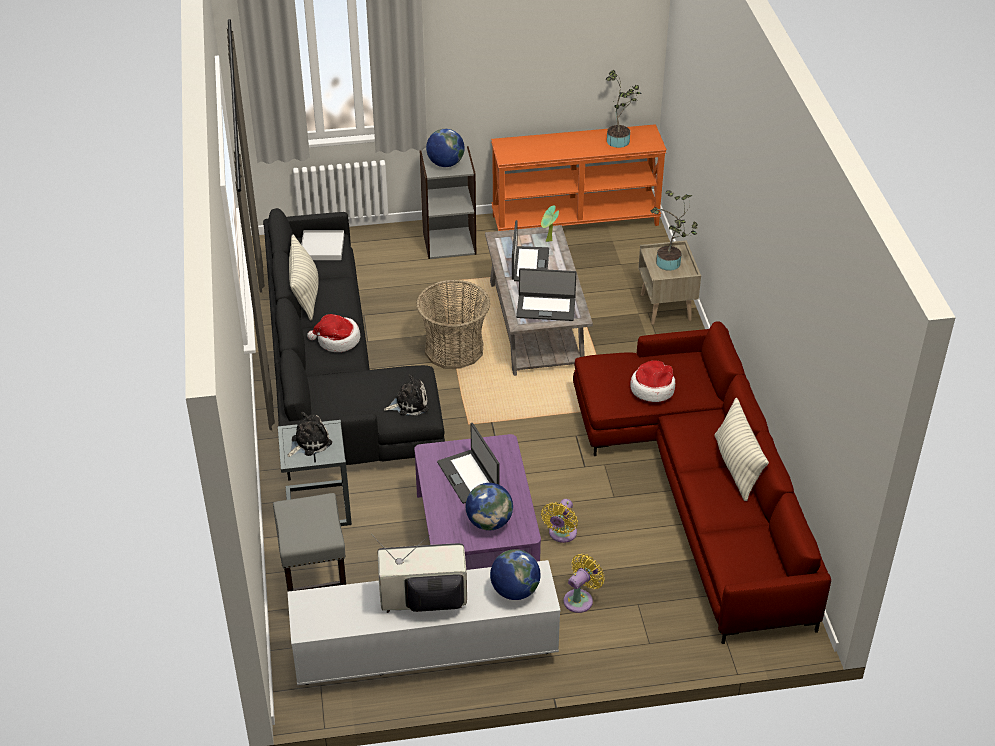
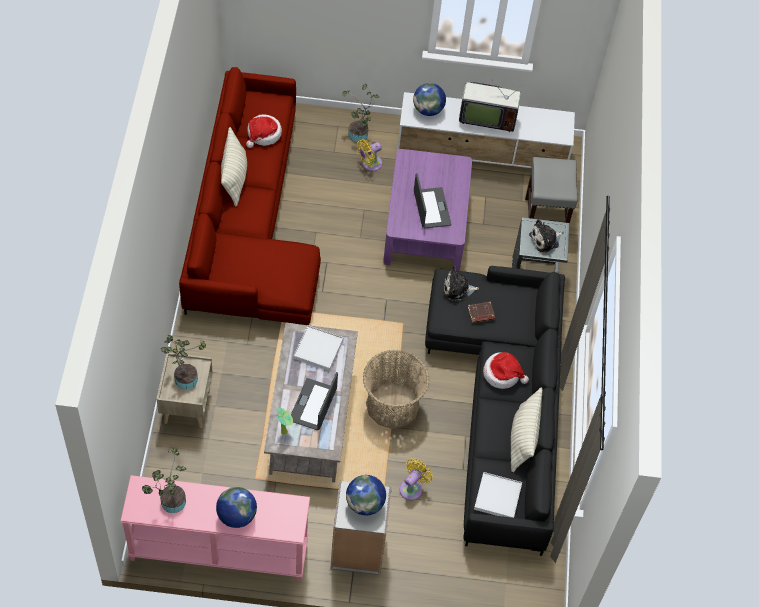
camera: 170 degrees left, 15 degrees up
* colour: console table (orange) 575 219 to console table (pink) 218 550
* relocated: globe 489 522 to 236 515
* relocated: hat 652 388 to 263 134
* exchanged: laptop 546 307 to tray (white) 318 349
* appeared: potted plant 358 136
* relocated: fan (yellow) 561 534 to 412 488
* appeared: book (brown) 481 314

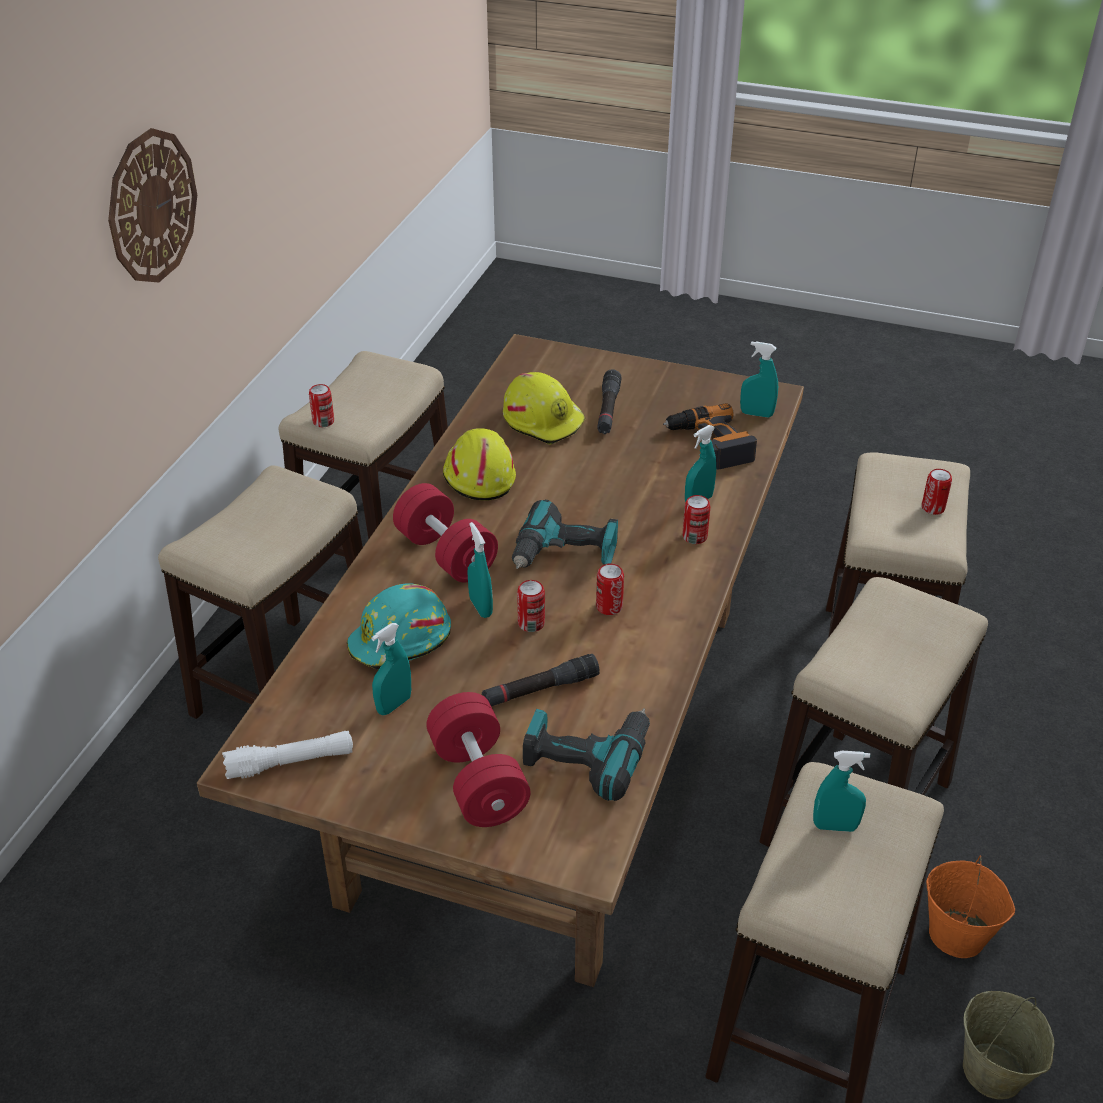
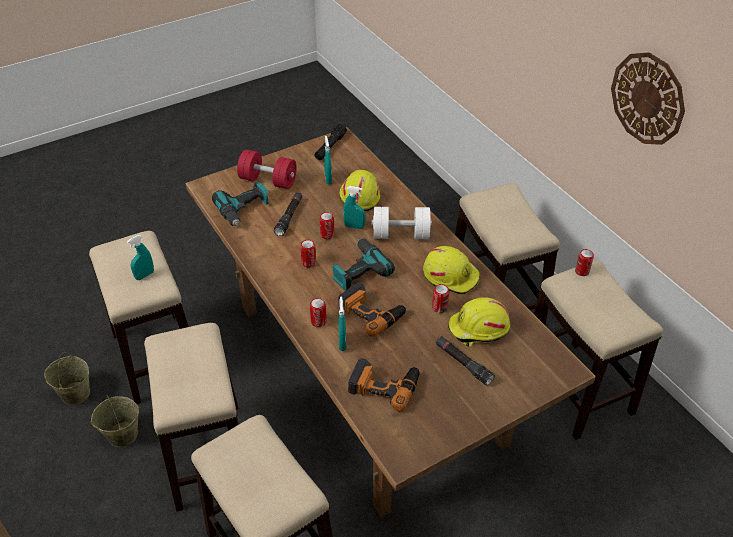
camera: 130 degrees right, 5 degrees up
* colour: bucket (orange) 958 935 to bucket (beige) 122 435
* colour: flashlight (white) 290 763 to flashlight (black) 330 147
* appeared: power drill 371 312
* colour: hard hat (turquoise) 401 643 to hard hat (yellow) 359 196
* colour: dumbbell (red) 446 554 to dumbbell (white) 401 234
* relocated: can 933 508 to 439 308
* missing: spray bottle (turquoise) 756 414

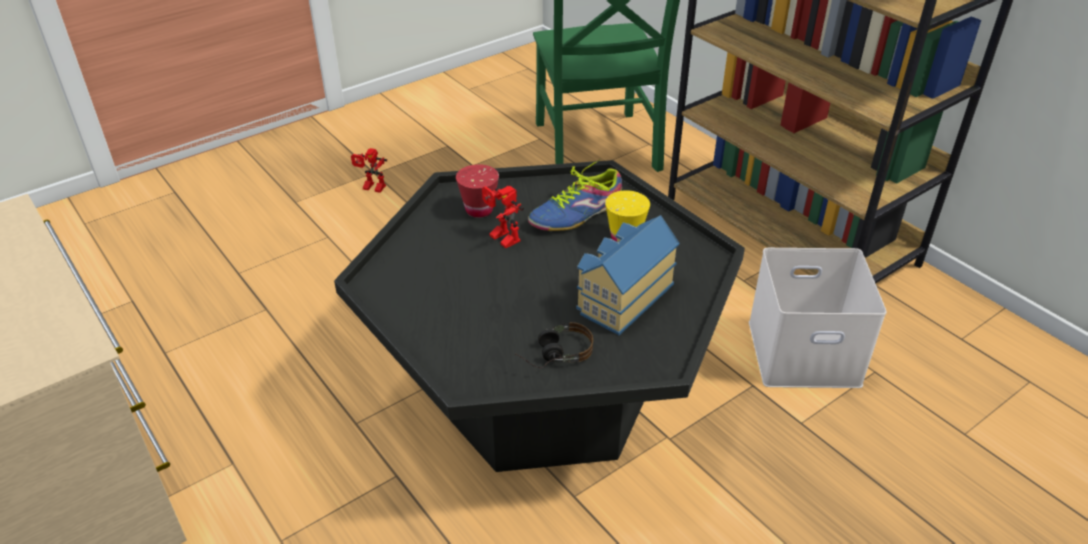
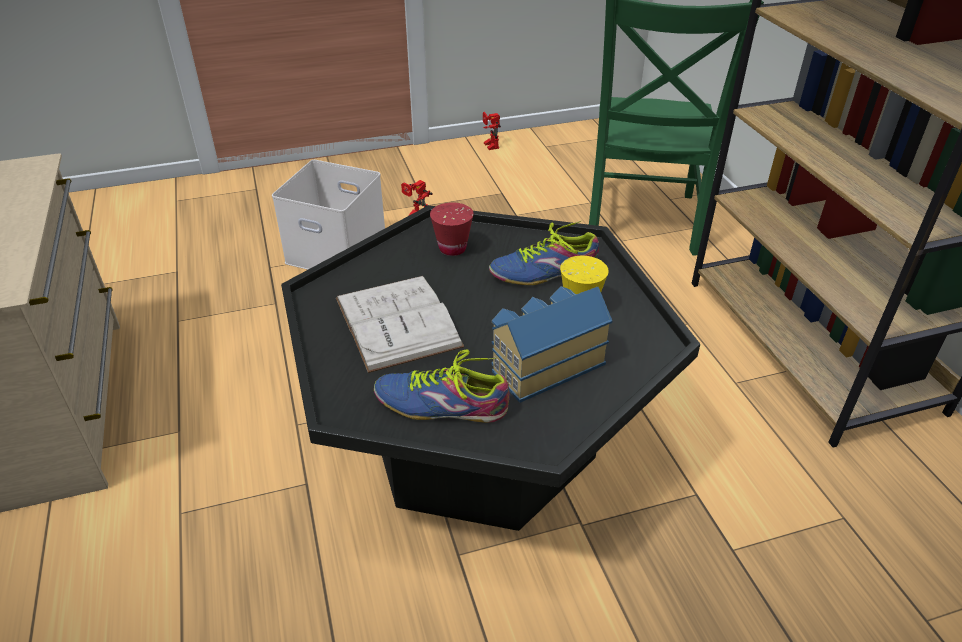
camera: 20 degrees right, 0 degrees up
* relocated: storage box (white) 805 351 to 339 250
* appeared: book (white) 397 322
* exchanged: headphones 552 355 to shoe 442 405
* relocated: toy robot 500 238 to 488 145

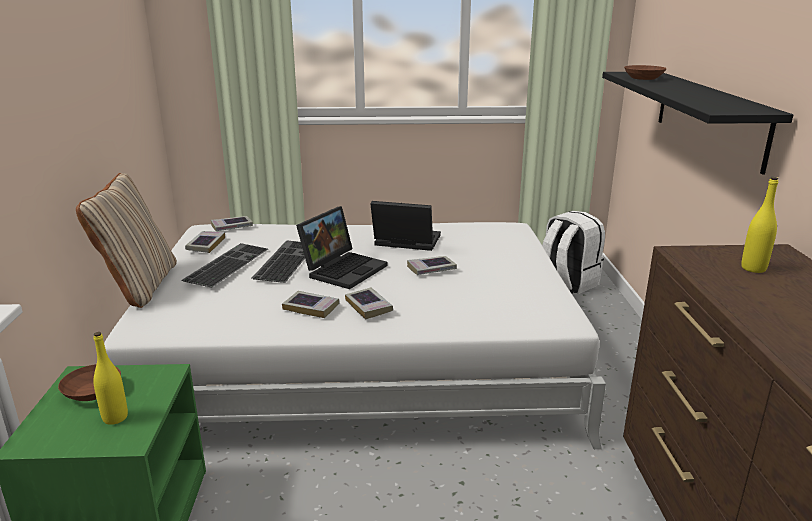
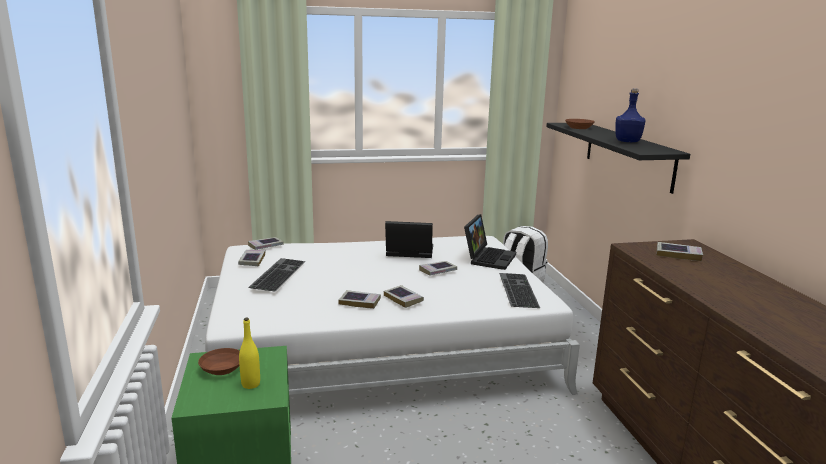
camera: 10 degrees left, 5 degrees down
* relocated: laptop 343 269 to 488 258
* relocated: keyboard 284 260 to 516 289
* appeared: bottle (blue) 627 141
* exchanged: bottle (yellow) 753 268 to book 678 254
* missing: pillow (beige) 139 286

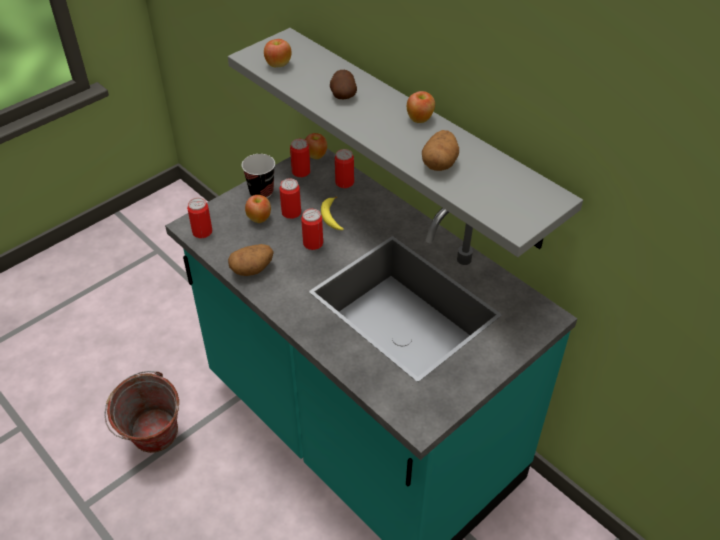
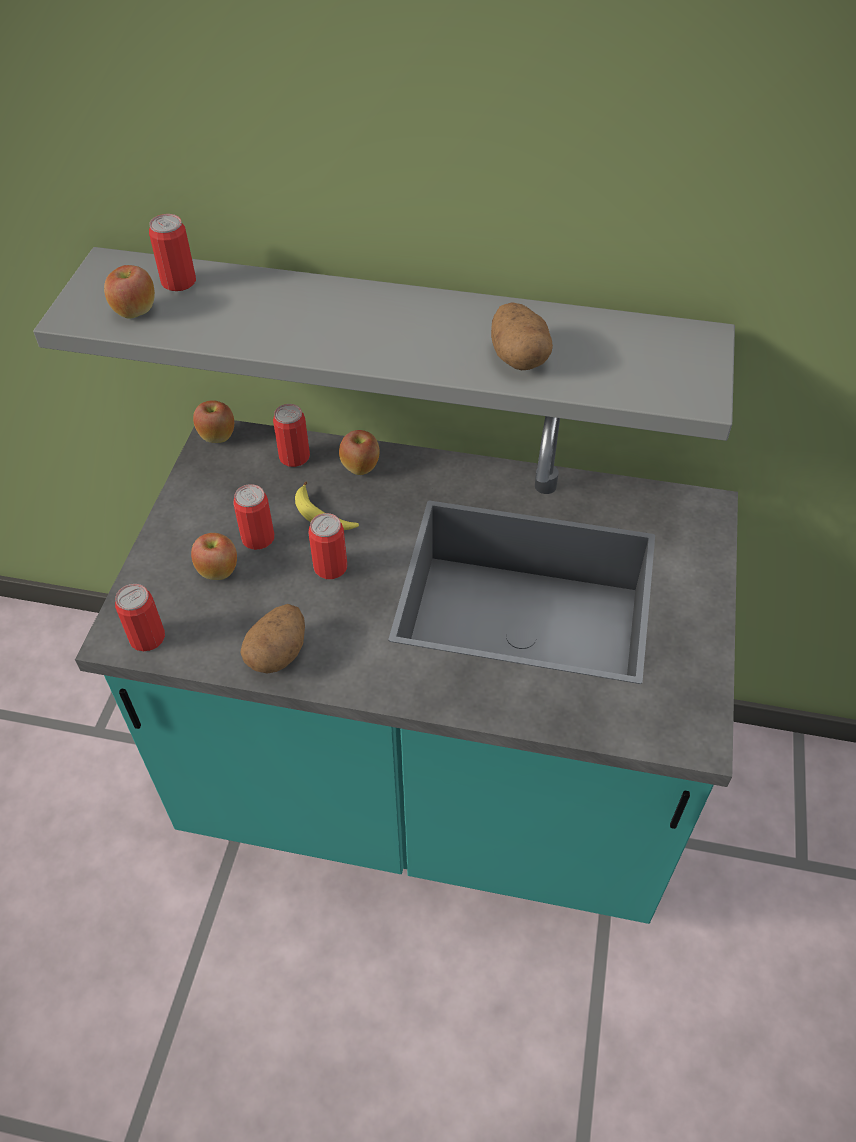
camera: 35 degrees left, 5 degrees up
* relocated: can 301 172 to 179 282
* relocated: apple 420 119 to 361 467
* missing: bucket 154 444
* missing: cup 261 192
* missing: potato 343 95

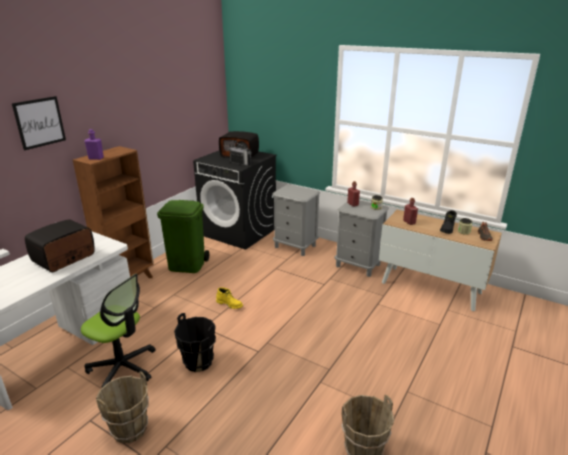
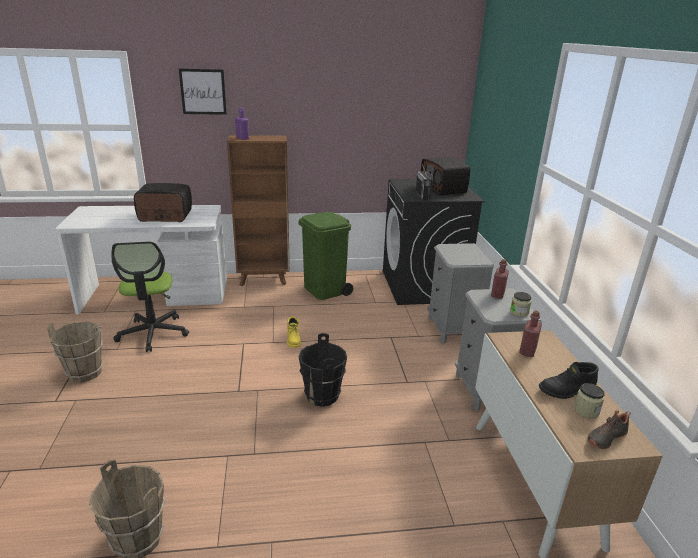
camera: 50 degrees right, 0 degrees up
* relocated: bucket (black) 198 362 to 322 396

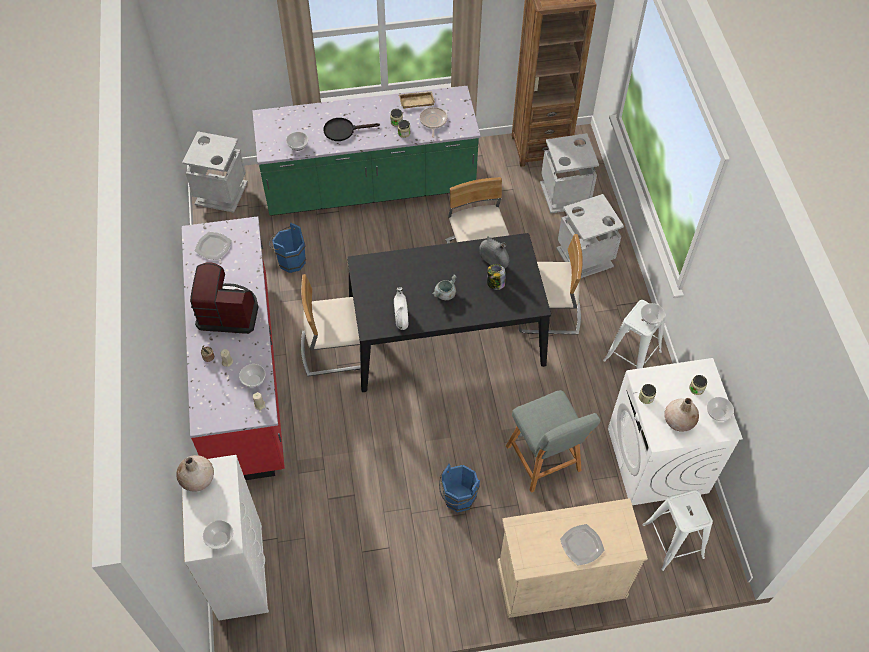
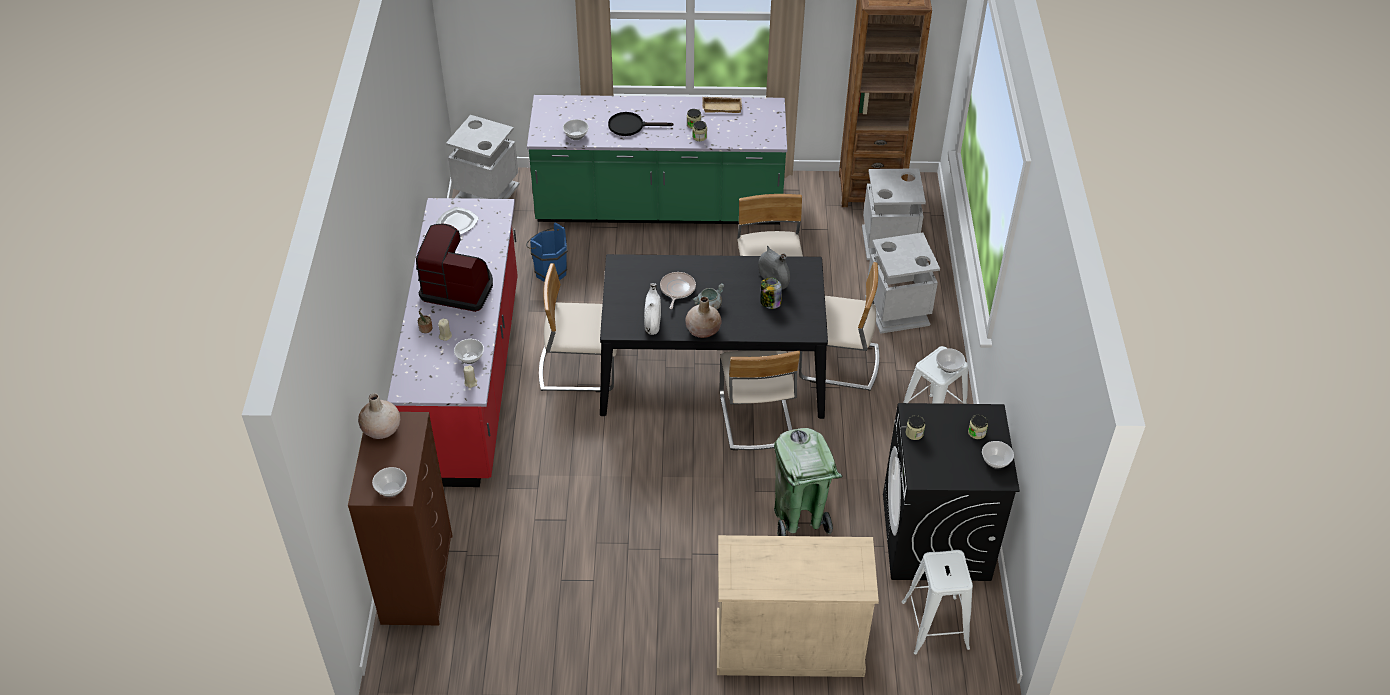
camera: 10 degrees right, 10 degrees down
* colour: dresser (white) 240 570 to dresser (brown) 417 578
* relocated: frying pan 433 121 to 677 289
* relocated: vase (beige) 679 421 to 703 330
* appeared: chair (beige) 755 418
* exchanged: stool (grey) 545 461 to trash can (green) 799 518
* colour: washing machine (white) 657 461 to washing machine (black) 936 537
* missing: bucket (blue) 458 500
* missing: plate 581 546

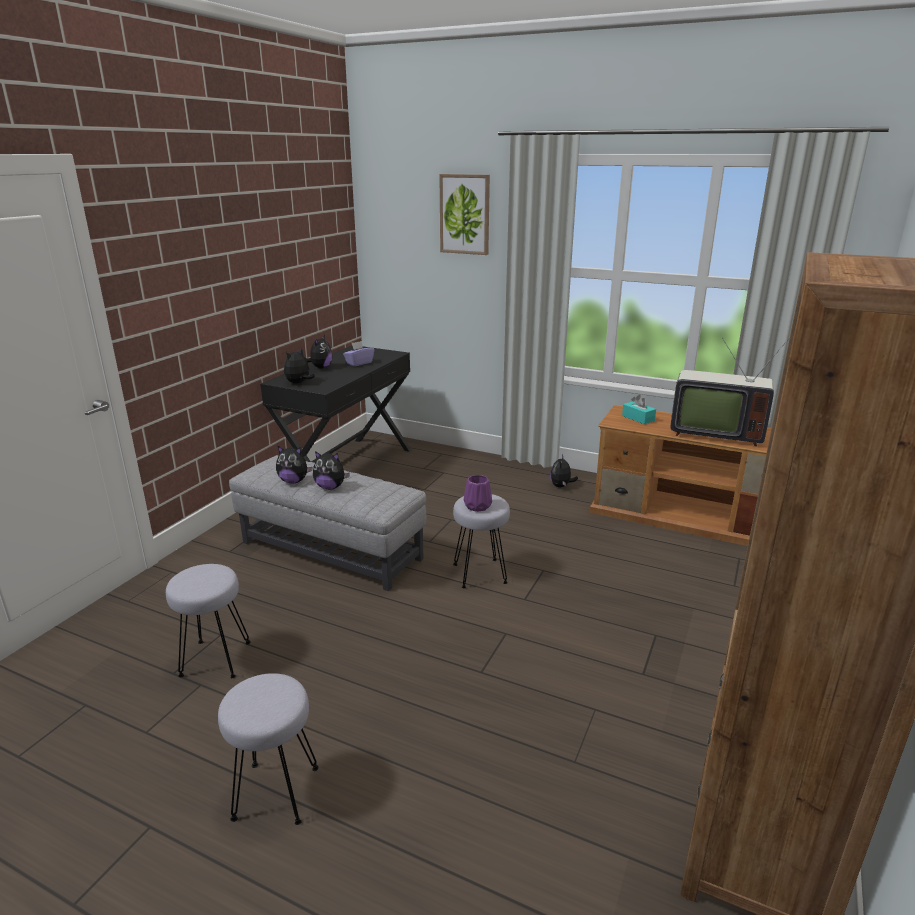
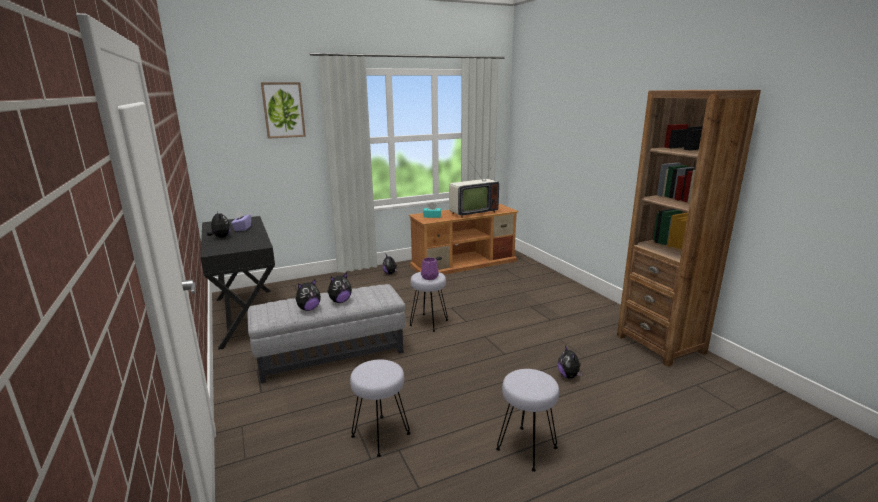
camera: 50 degrees left, 5 degrees down
* relocated: plush toy 299 383 to 569 376

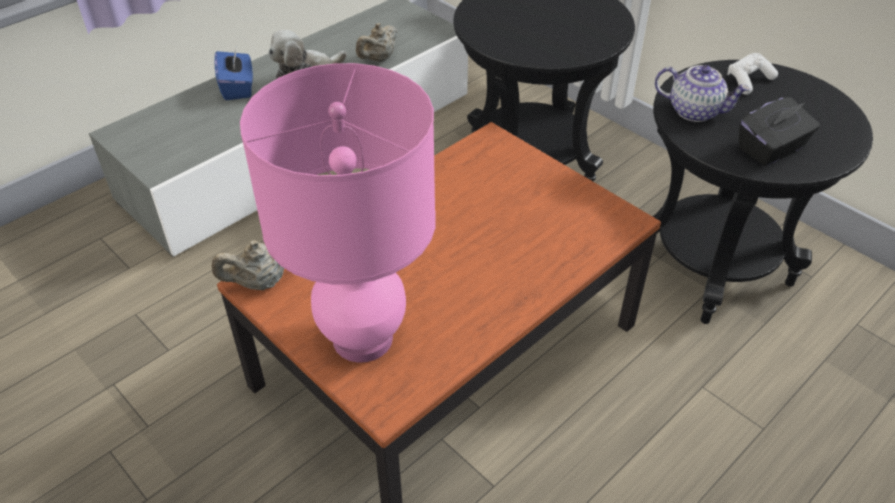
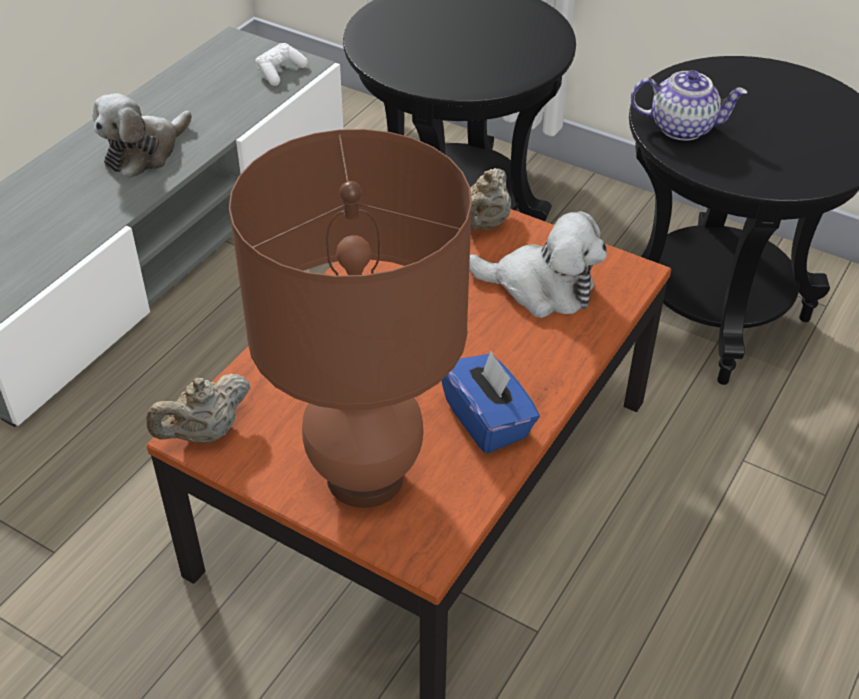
camera: 15 degrees left, 0 degrees up
* colour: table lamp (pink) 363 339 to table lamp (brown) 365 477
* relocated: game controller (white) 748 81 to 280 72
* relocated: tissue box (blue) 238 88 to 487 420
* appeared: plush toy 541 288
* relocated: teapot (beige) 378 59 to 484 224
* missing: tissue box (black) 771 149

